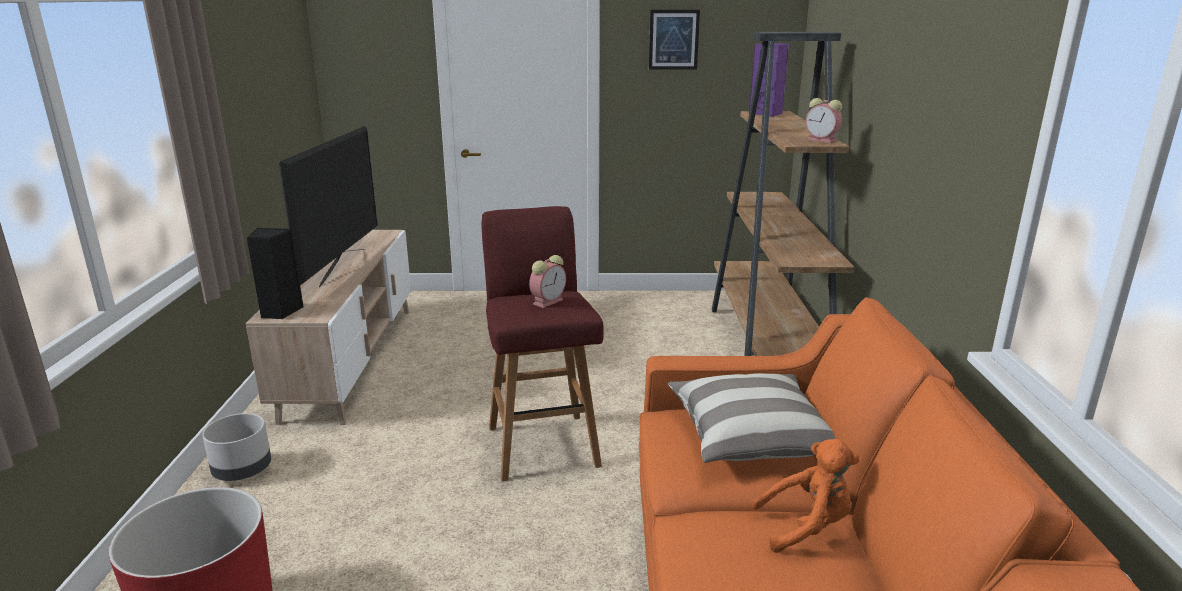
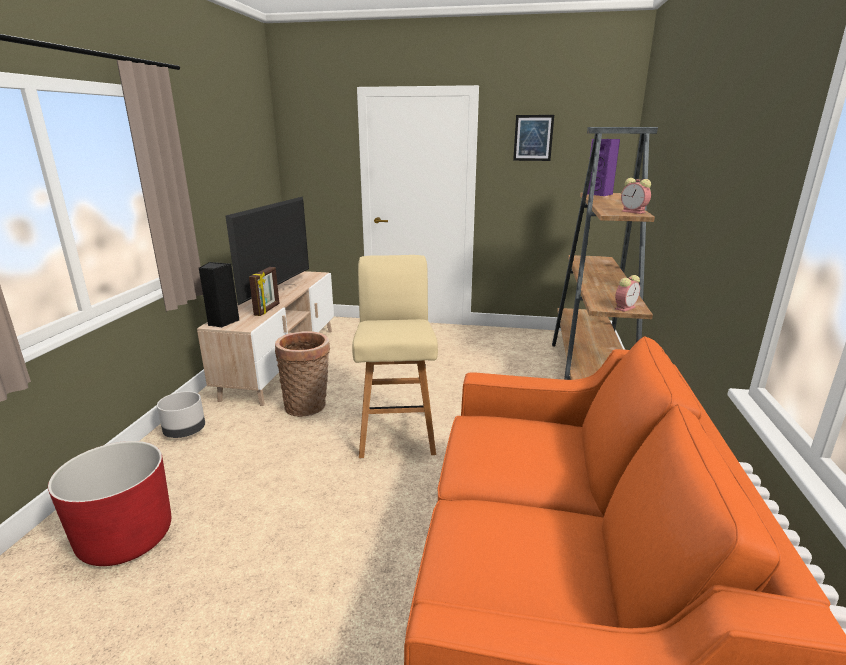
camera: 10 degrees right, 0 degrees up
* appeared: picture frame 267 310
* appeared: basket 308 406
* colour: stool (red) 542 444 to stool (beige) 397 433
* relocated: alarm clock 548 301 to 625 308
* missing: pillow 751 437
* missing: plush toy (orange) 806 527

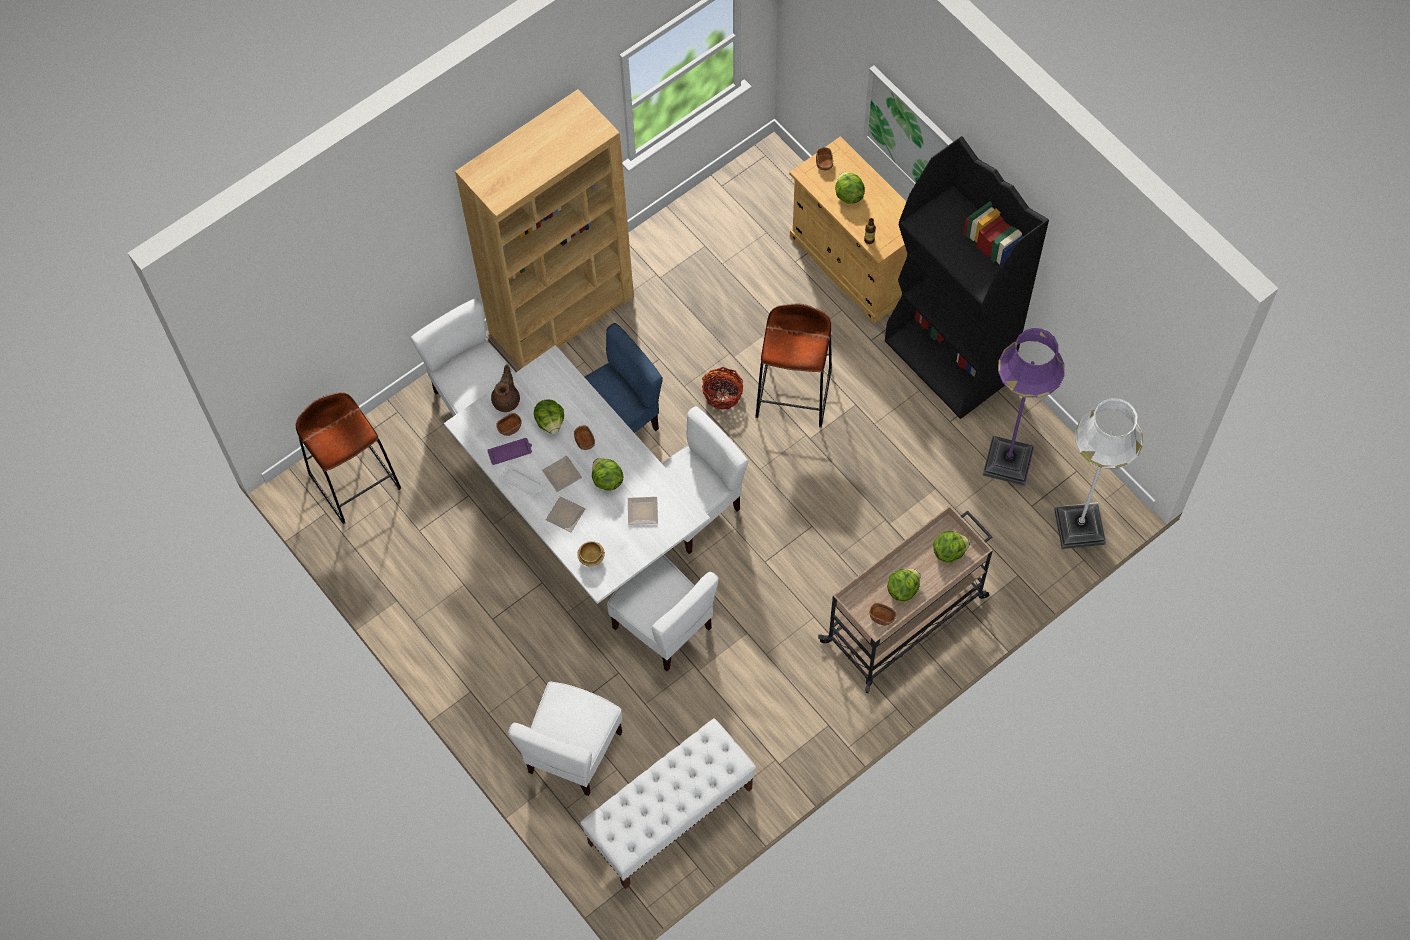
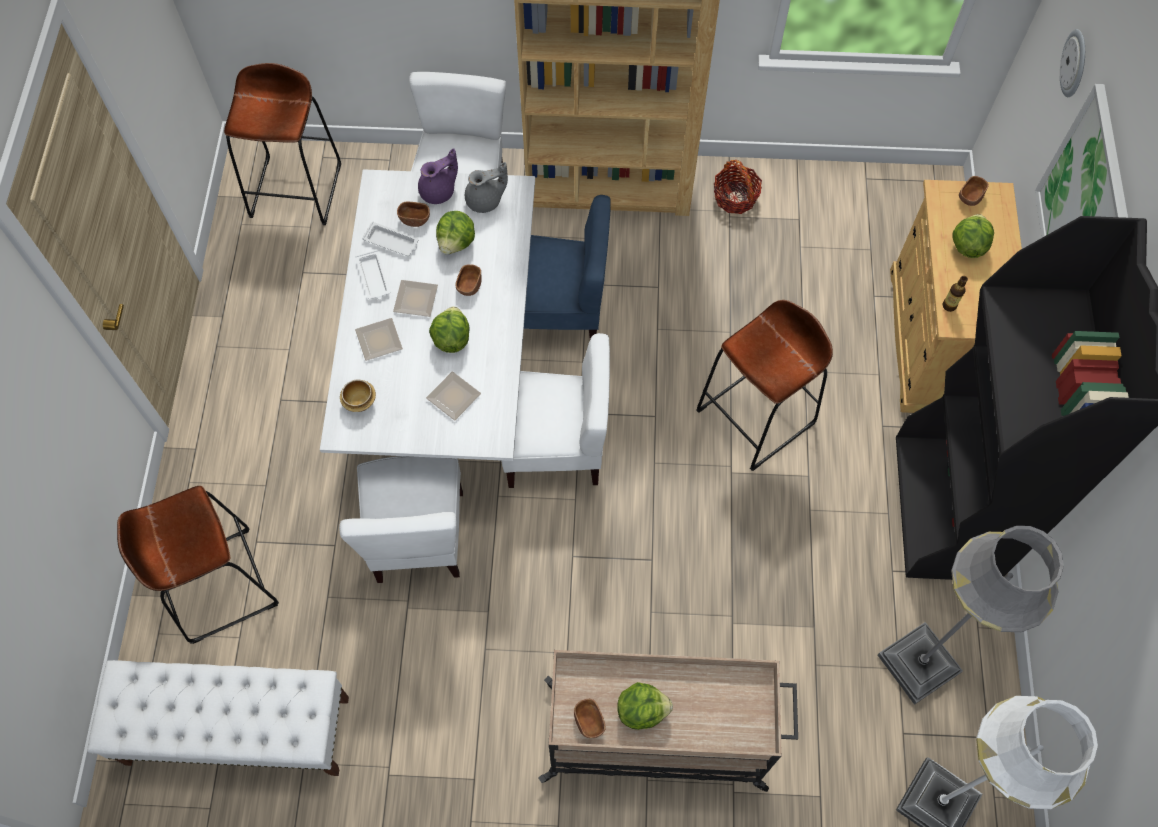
camera: 40 degrees right, 0 degrees up
* exchanged: chair (white) 573 752 to stool (brown) 220 585
* colour: tray (purple) 511 452 to tray (white) 392 242
* colour: teapot (brown) 507 399 to teapot (purple) 439 191
* appeared: teapot (grey) 485 201
* relocated: basket 723 394 to 735 197
* colour: floor lamp (purple) 1008 461 to floor lamp (grey) 918 663
* appeared: wall clock 1074 63
* missing: lettuce 949 551

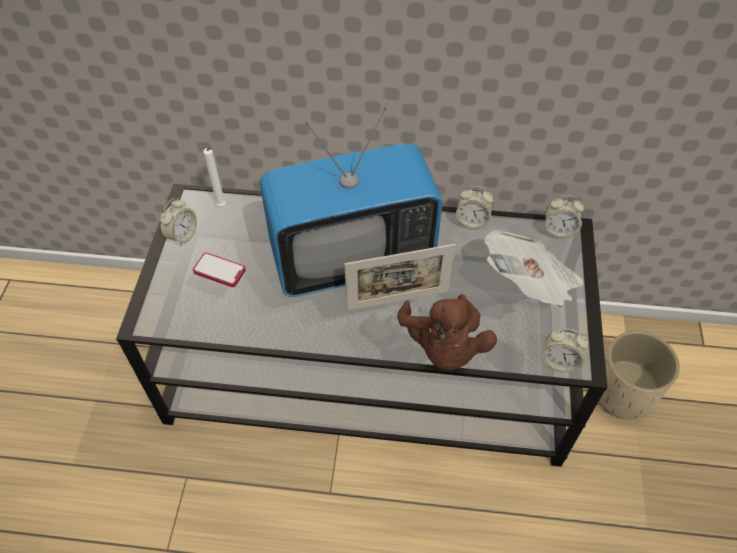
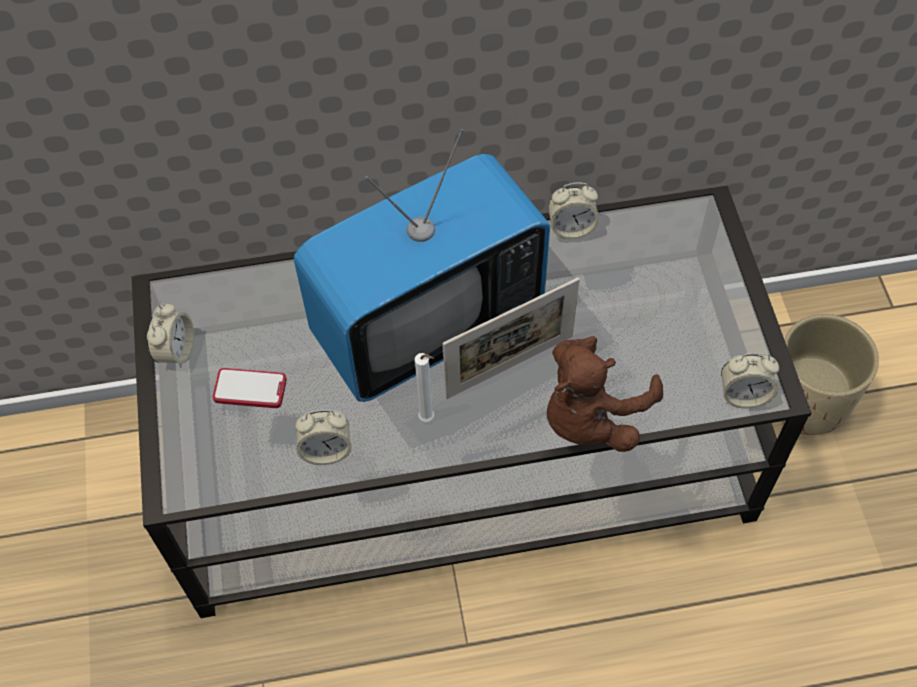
camera: 15 degrees left, 5 degrees up
* relocated: alarm clock 559 230 to 326 450
* relocated: candle (white) 222 206 to 428 419
* spun: plush toy (brown) 443 347 = 591 416 60 degrees clockwise
* missing: newspaper 530 284

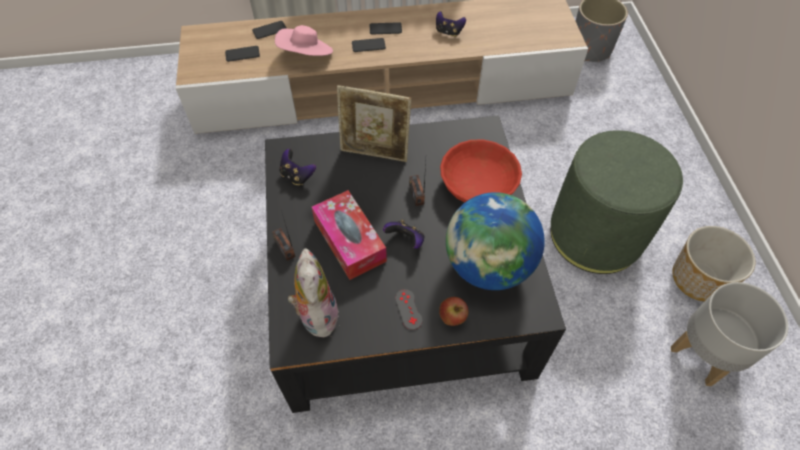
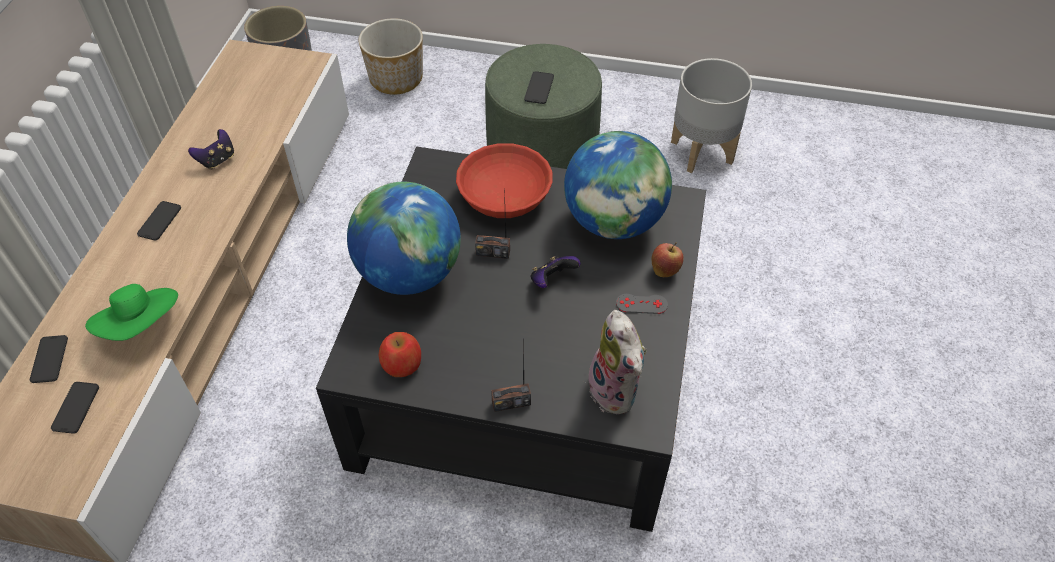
camera: 70 degrees left, 5 degrees down
* colour: hat (pink) 306 55 to hat (green) 142 325
* exchanged: picture frame 375 153 to globe 409 273
* relocated: planter 699 279 to 396 78
* exchanged: game controller 297 176 to apple 402 364
* relocated: phone 368 45 to 539 88
* spun: plush toy 316 314 = 617 391 120 degrees counterclockwise
* missing: tissue box 349 241

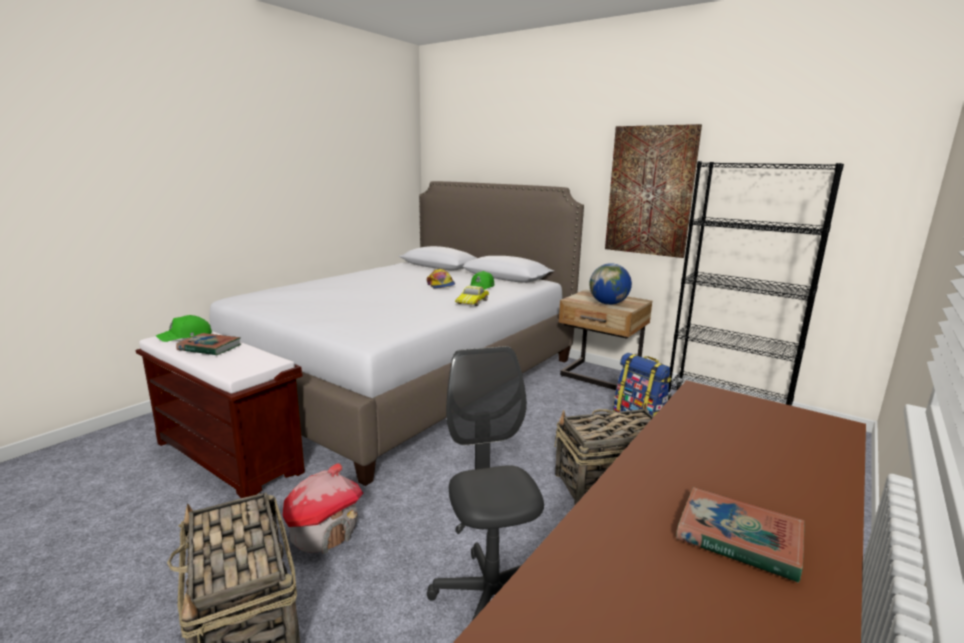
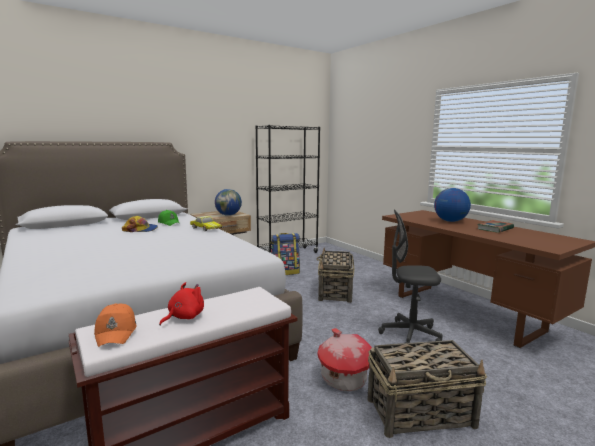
camera: 70 degrees left, 5 degrees down
* colour: cap (green) 186 336 to cap (orange) 117 332
* exchanged: book 209 348 to plush toy (red) 184 317
* appeared: globe 450 221
* missing: picture 650 191

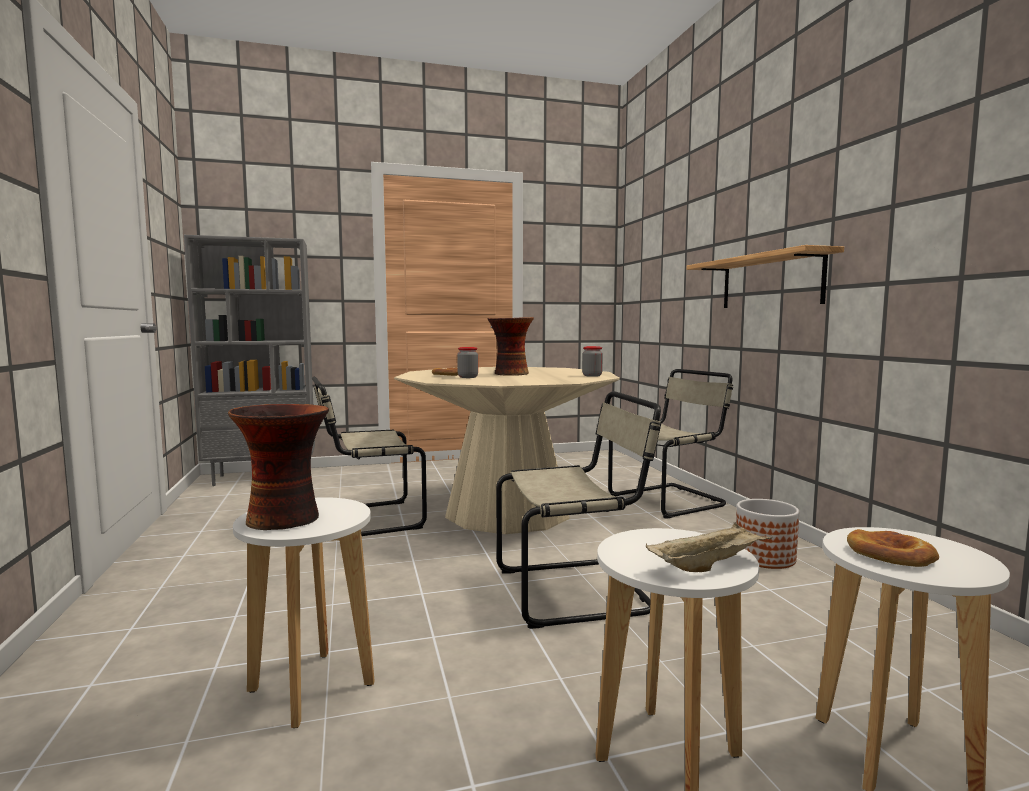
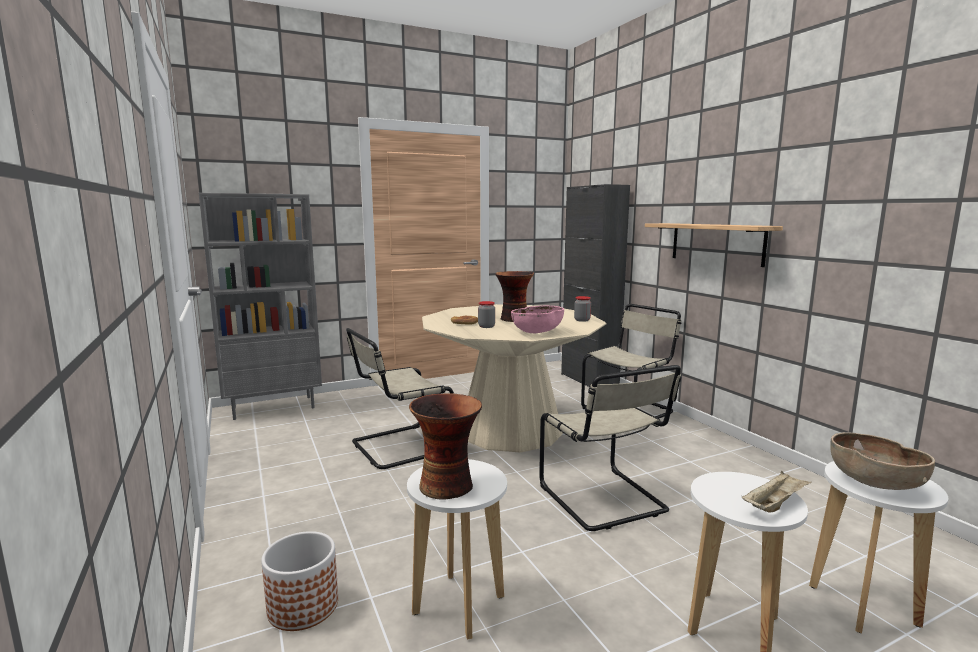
camera: 10 degrees left, 5 degrees up
* relocated: planter 764 558 to 302 607
* appeared: bowl (pink) 537 332
* spun: chair (beige) 577 591 = 605 500 90 degrees clockwise
* appeared: cabinet (black) 589 380
* exchanged: bread 891 554 to bowl (brown) 874 483

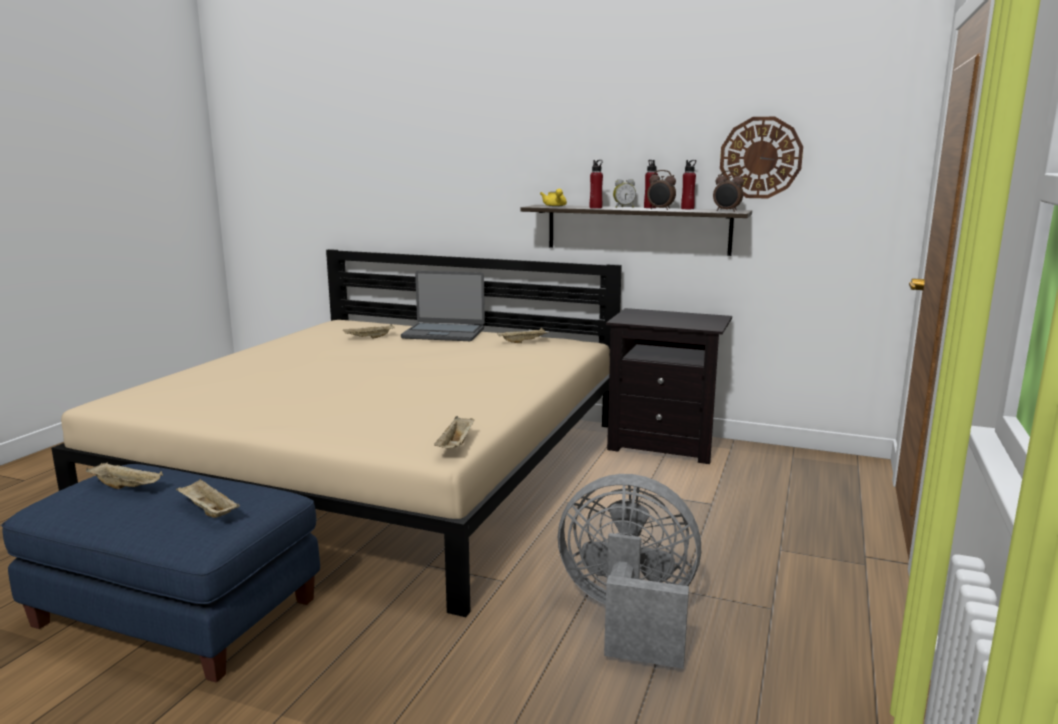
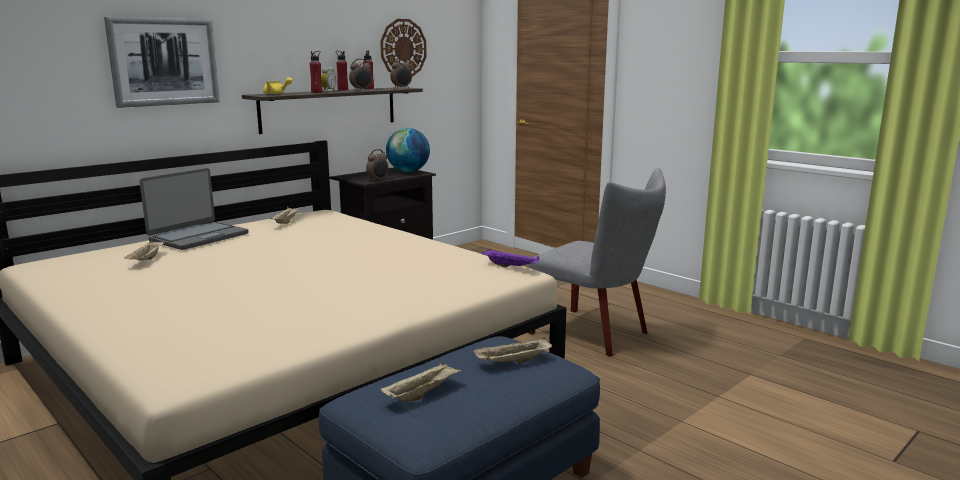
camera: 65 degrees left, 0 degrees up
* appeared: picture 164 62
* appeared: alarm clock 378 180
* appeared: globe 408 171
* colour: tray (beige) 456 446 to tray (purple) 511 267
* exchanged: fan (grey) 628 617 to chair (grey) 596 334

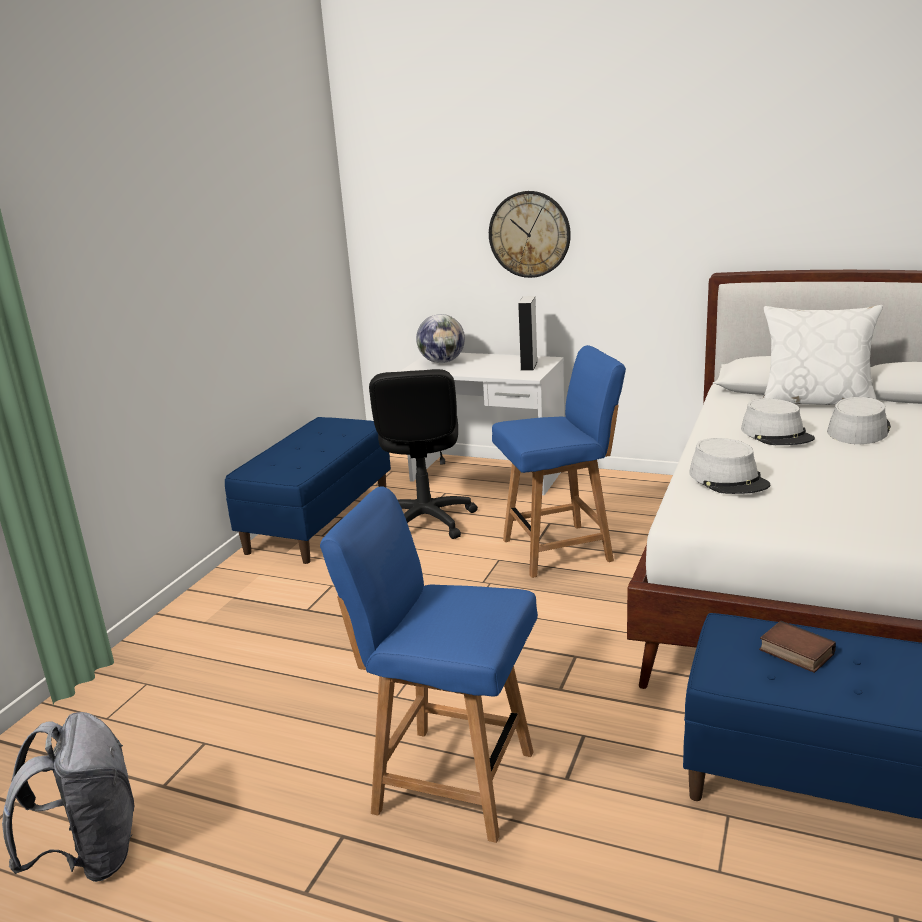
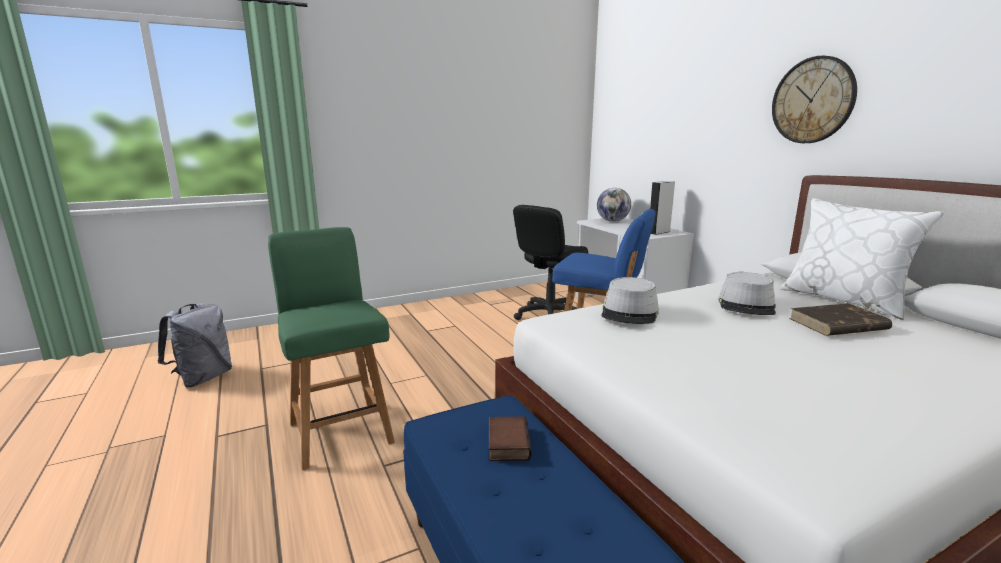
camera: 40 degrees right, 5 degrees down
* colour: chair (blue) 450 780 to chair (green) 340 431
* relocated: wall clock 529 234 to 812 100
* exchanged: hat (grey) 858 430 to book (brown) 837 324
* missing: bench (blue) 319 521

